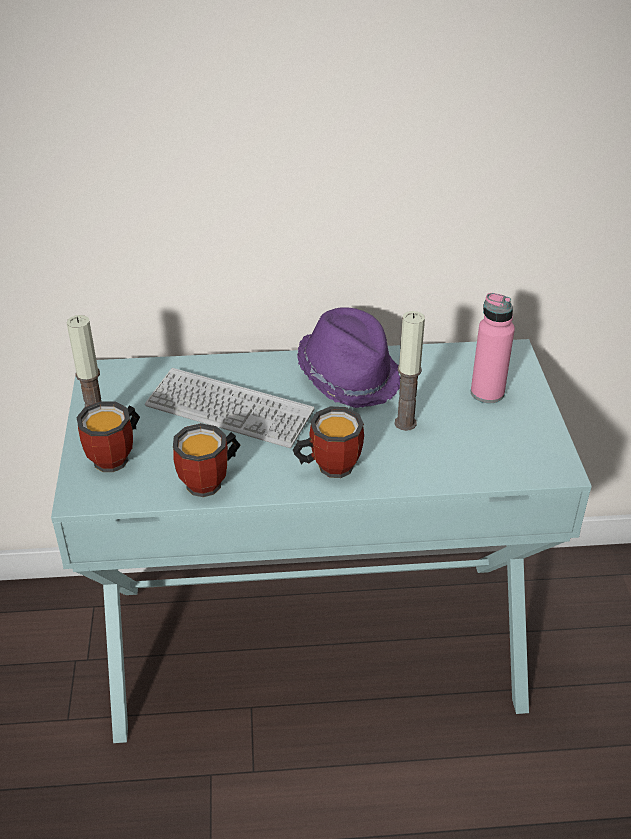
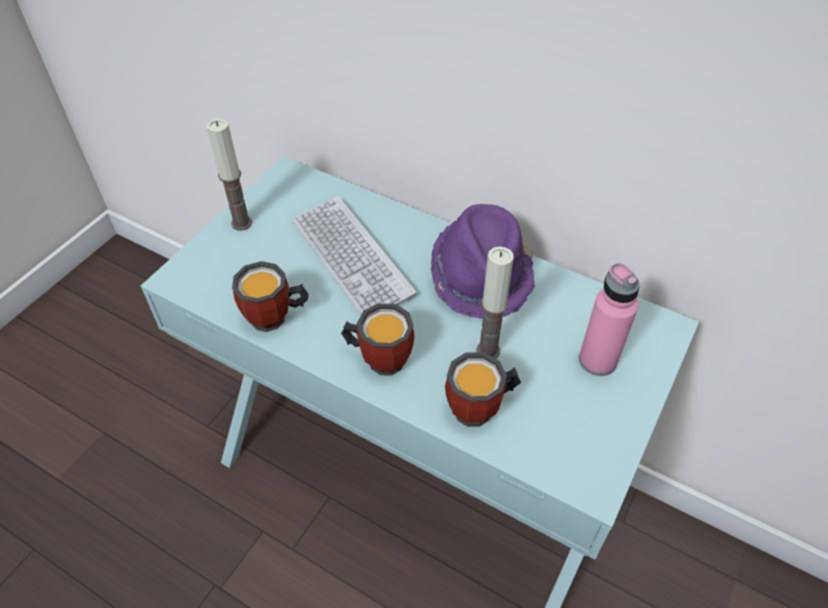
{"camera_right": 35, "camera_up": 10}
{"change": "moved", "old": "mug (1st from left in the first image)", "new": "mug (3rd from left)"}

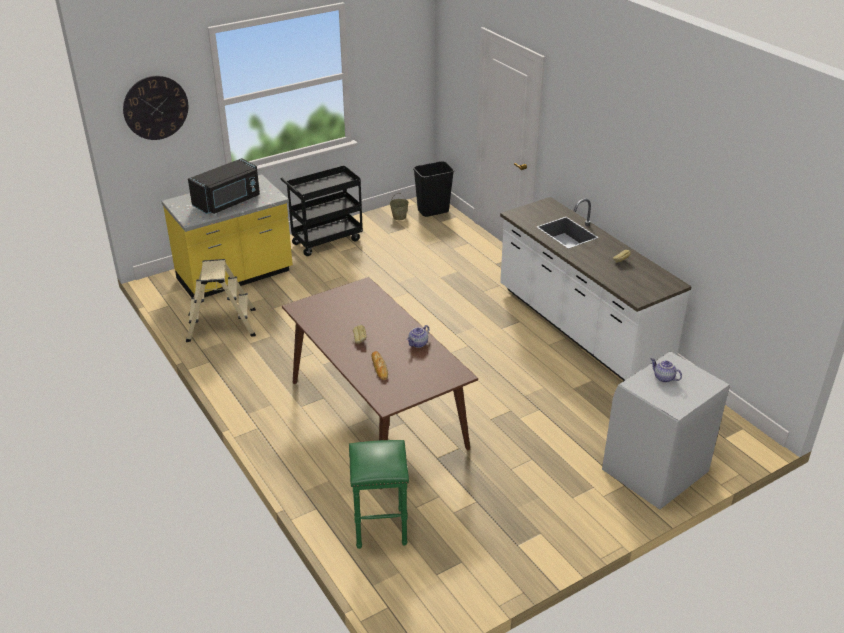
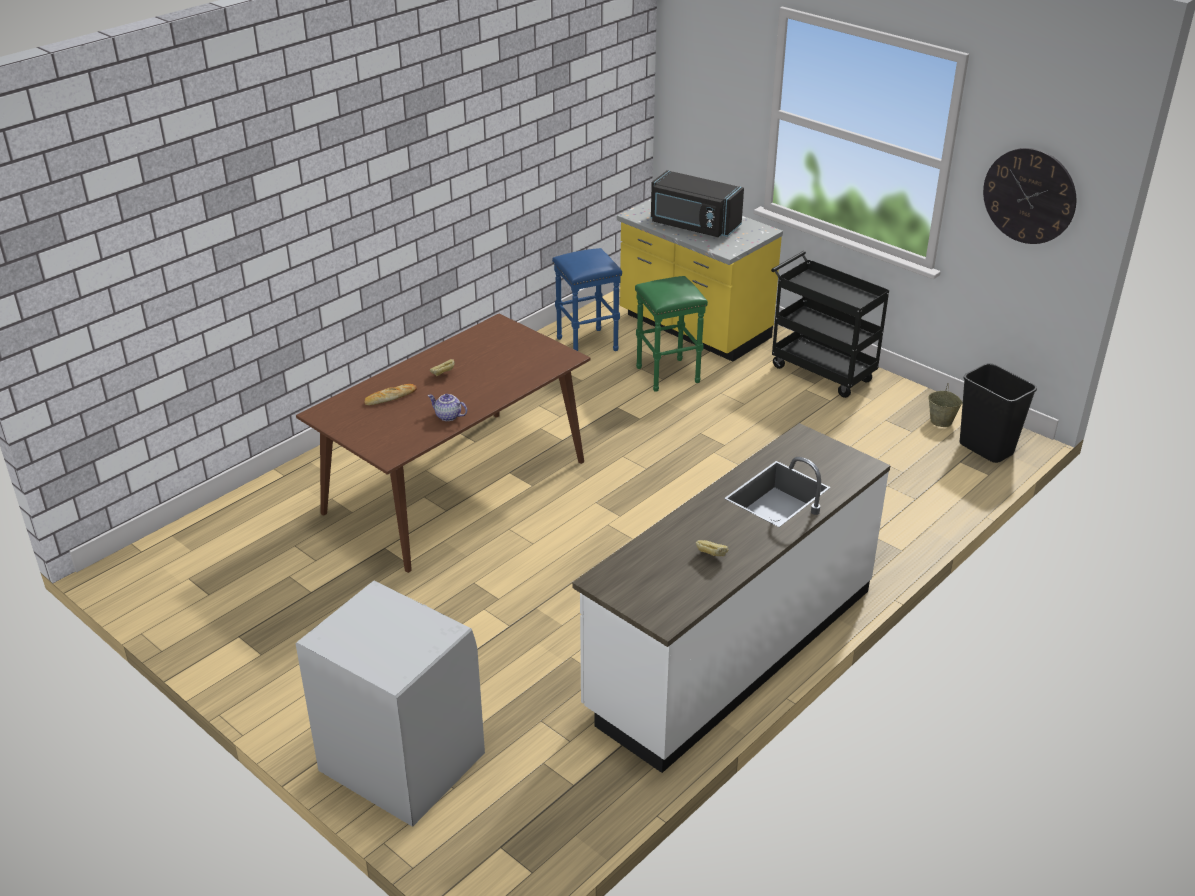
{"camera_right": 75, "camera_up": 0}
{"change": "removed", "old": "théière (2nd from left)"}
{"change": "moved", "old": "horloge murale"}
{"change": "moved", "old": "tabouret [vert]"}
{"change": "replaced", "old": "escabeau [beige]", "new": "tabouret [bleu]"}

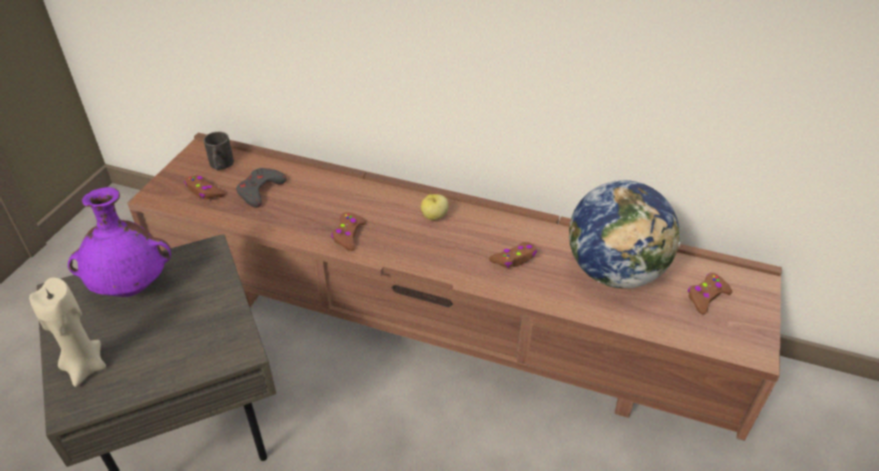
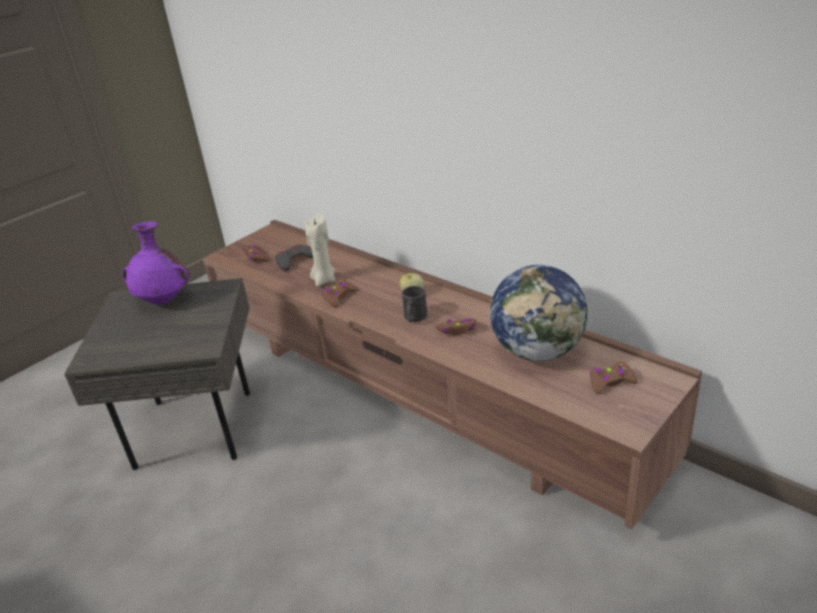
{"camera_right": 25, "camera_up": -10}
{"change": "moved", "old": "bougie [beige]"}
{"change": "moved", "old": "mug [noir]"}

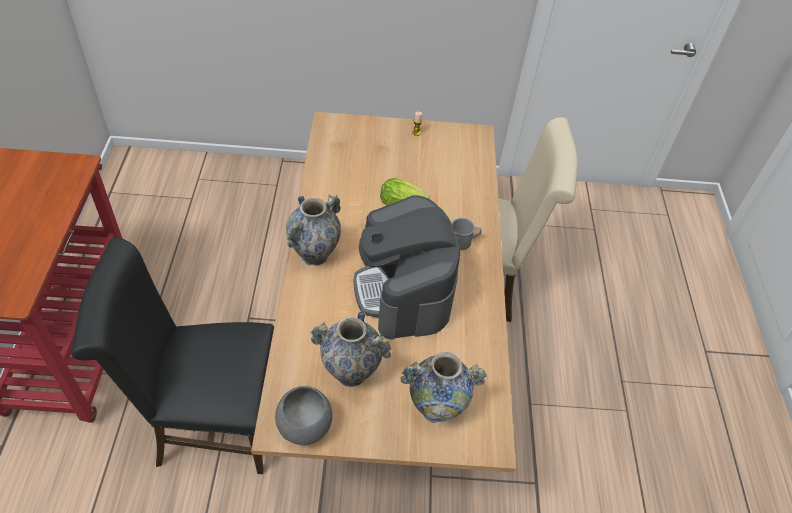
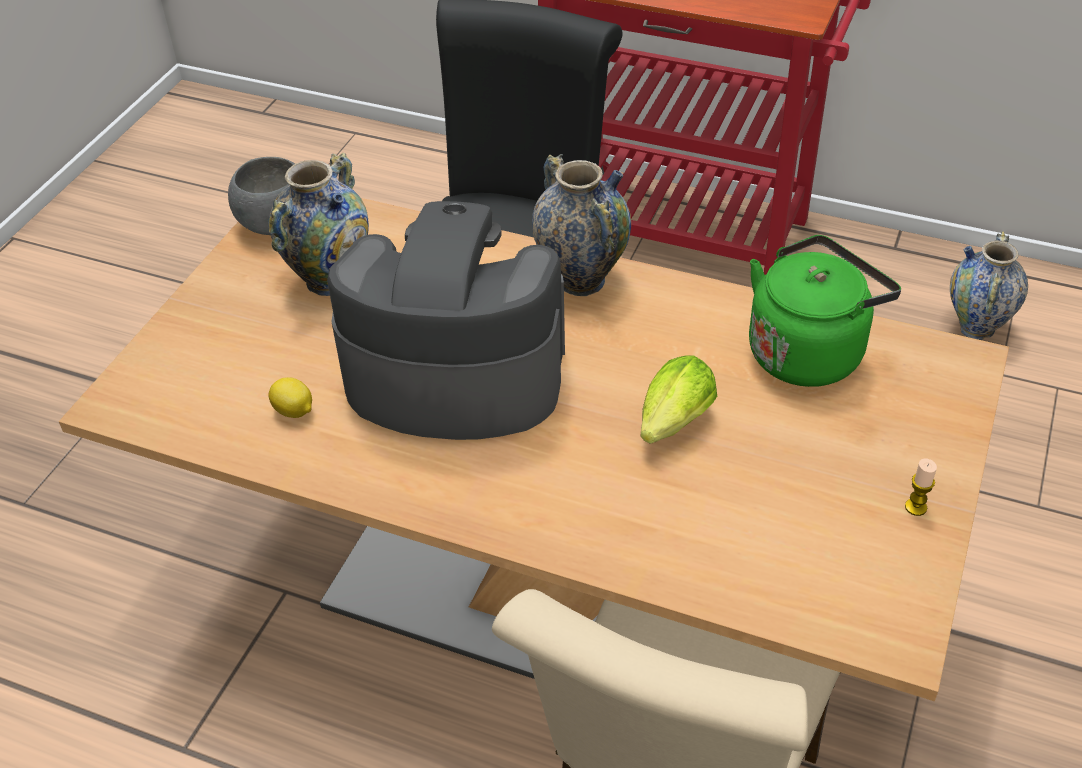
{"camera_right": 115, "camera_up": -5}
{"change": "removed", "old": "mug [gris]"}
{"change": "added", "new": "citron"}
{"change": "added", "new": "bouilloire [vert]"}
{"change": "moved", "old": "vase (3rd from left)"}

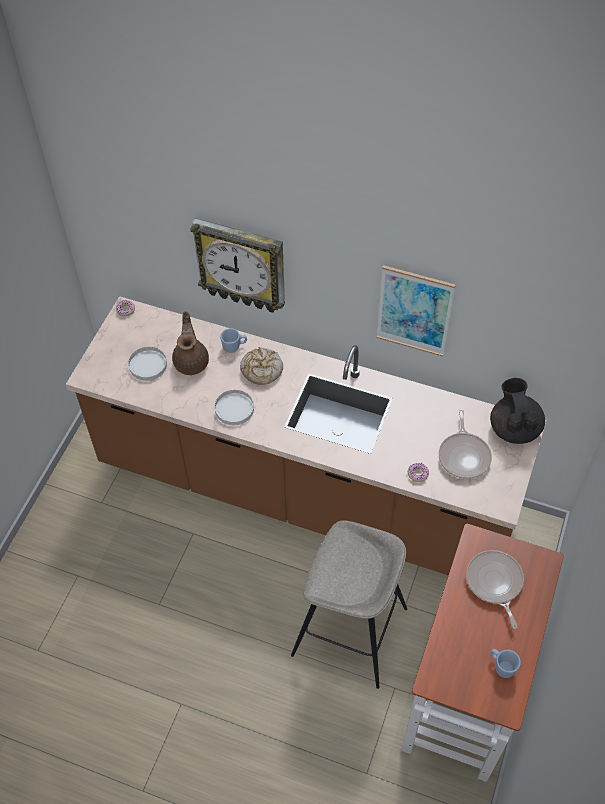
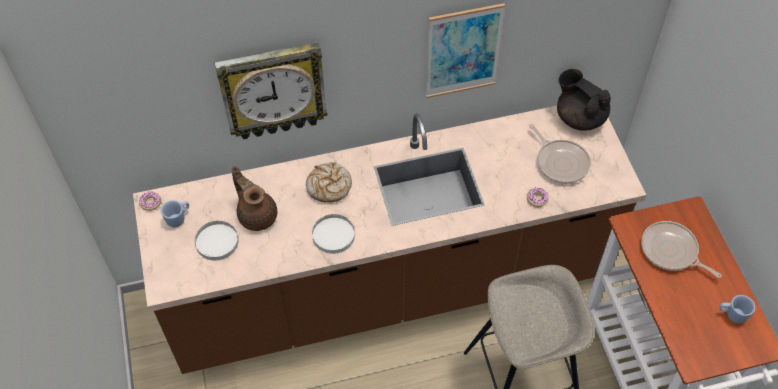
{"camera_right": -35, "camera_up": 0}
{"change": "moved", "old": "mug [bleu] (1st from left)"}

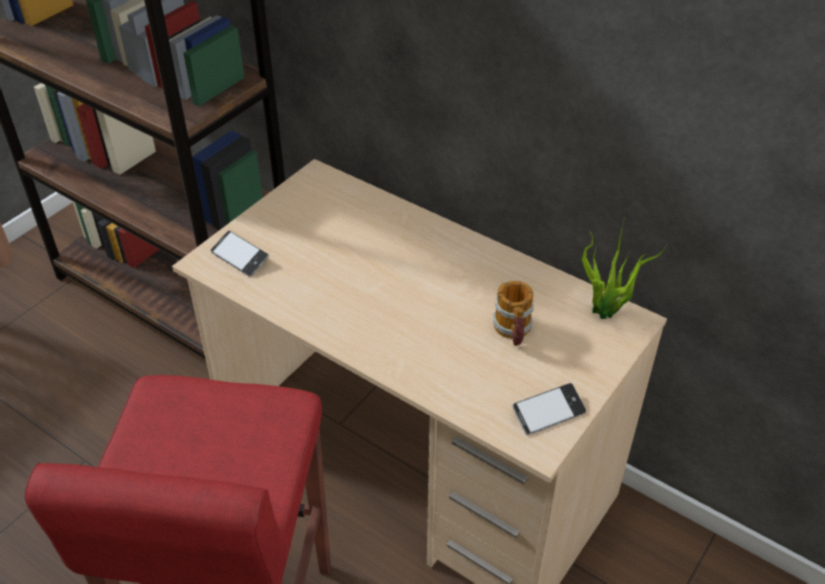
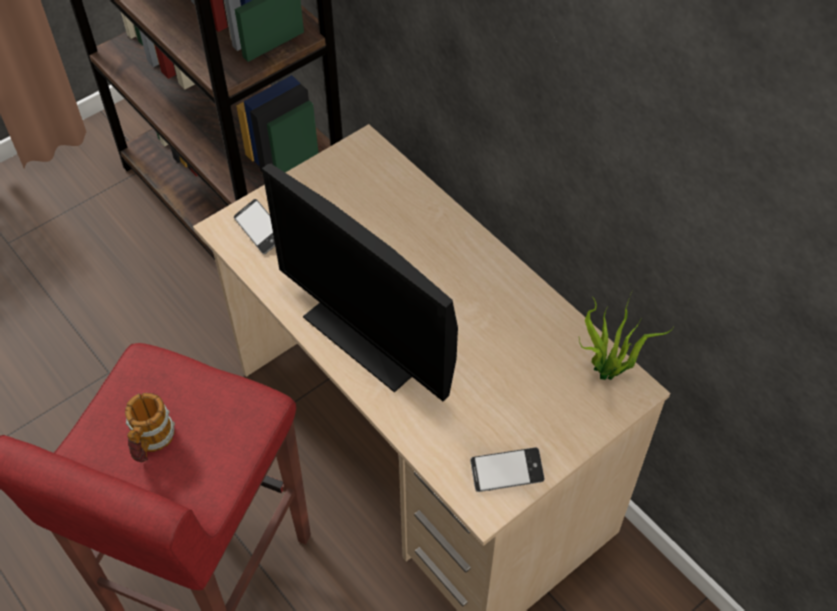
{"camera_right": 15, "camera_up": 10}
{"change": "added", "new": "écran d'ordinateur"}
{"change": "moved", "old": "mug"}

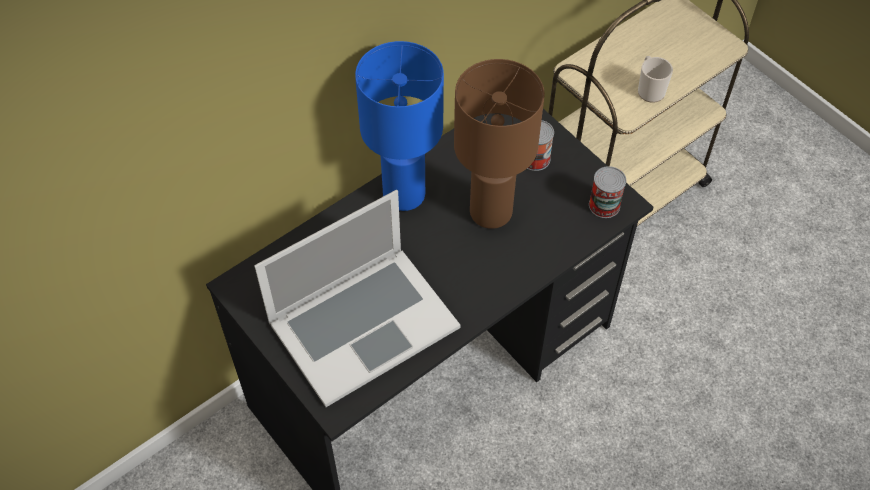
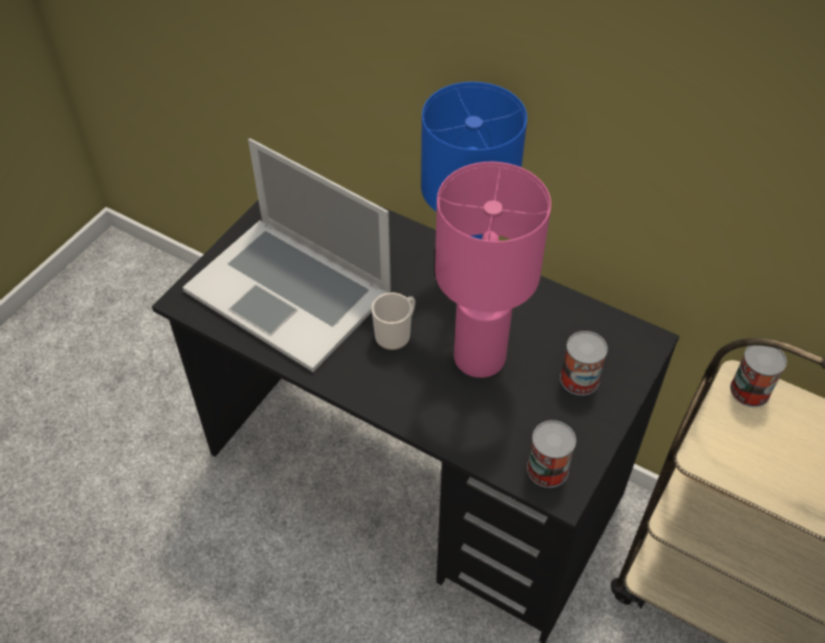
{"camera_right": 70, "camera_up": -5}
{"change": "added", "new": "boîte métallique (3rd from left)"}
{"change": "moved", "old": "mug"}
{"change": "recoloured", "old": "lampe de table [marron]", "new": "lampe de table [rose]"}

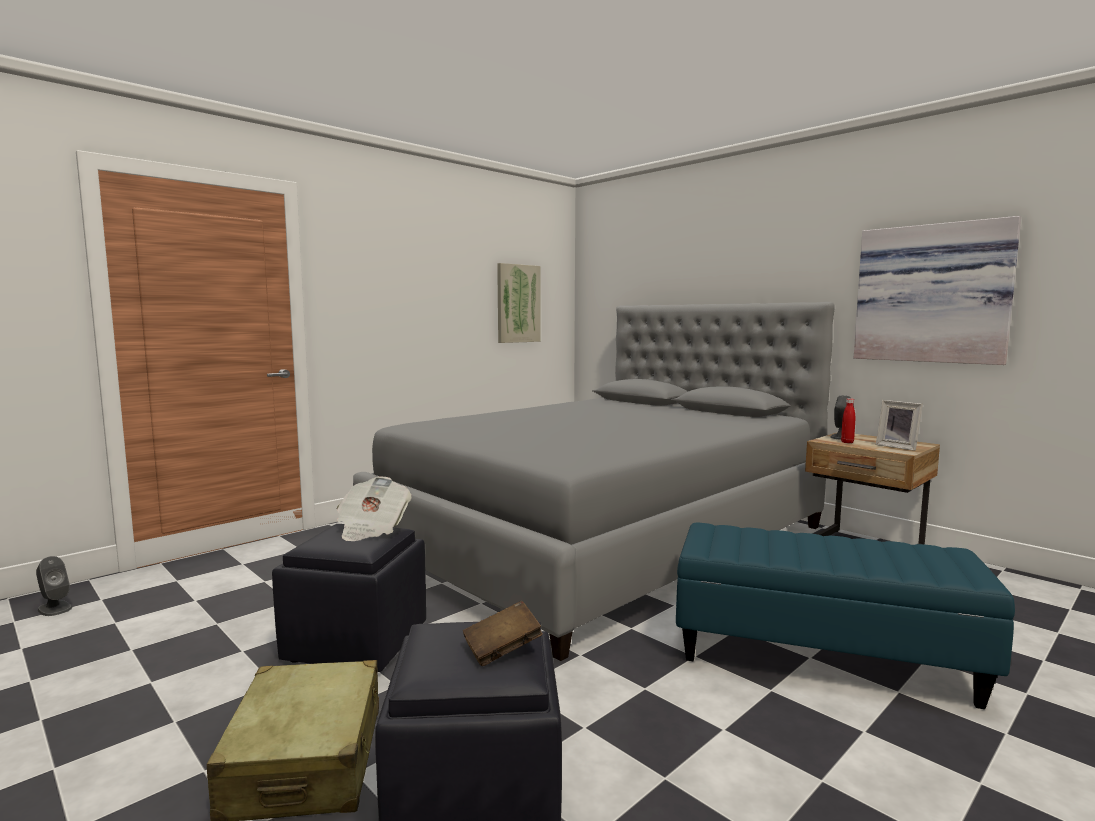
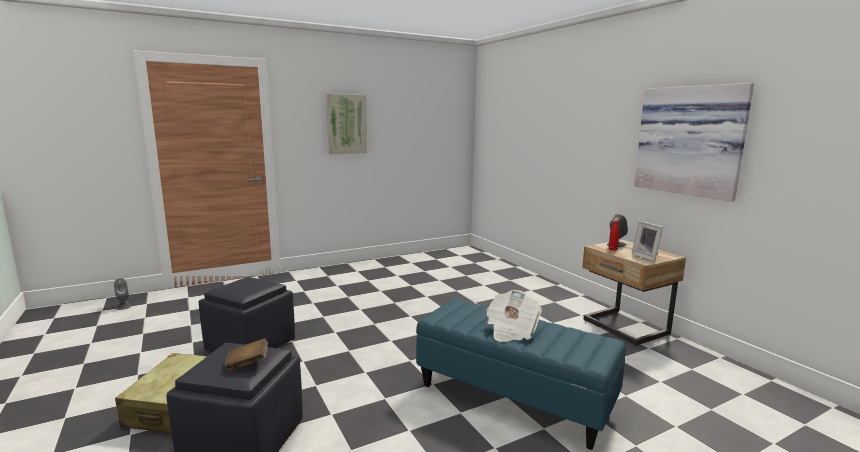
{"camera_right": 15, "camera_up": 5}
{"change": "removed", "old": "lit [gris]"}
{"change": "moved", "old": "journal"}
{"change": "moved", "old": "tableau (1st from left)"}

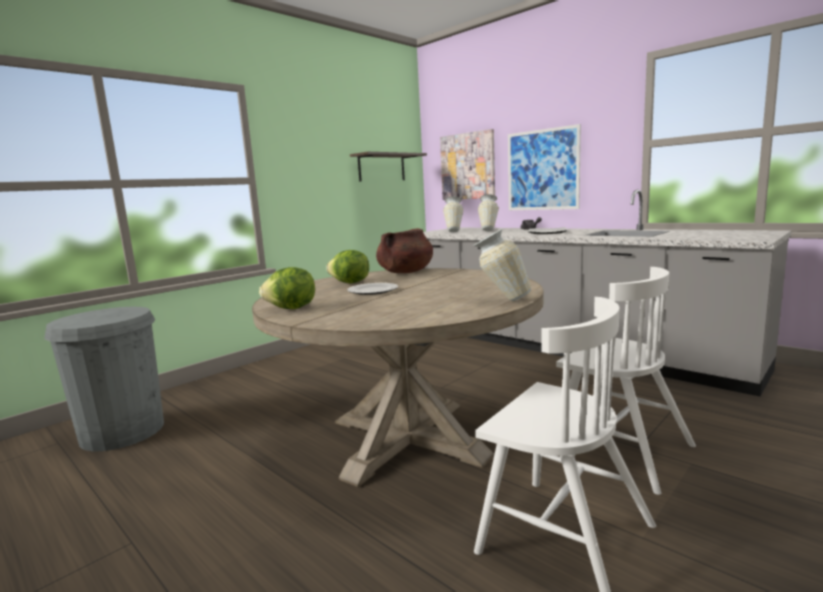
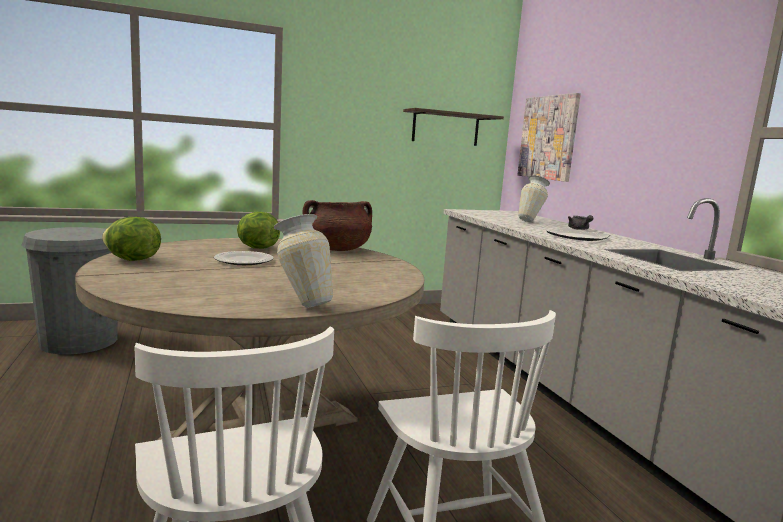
{"camera_right": 25, "camera_up": 0}
{"change": "removed", "old": "vase (1st from left)"}
{"change": "removed", "old": "tableau (2nd from left)"}

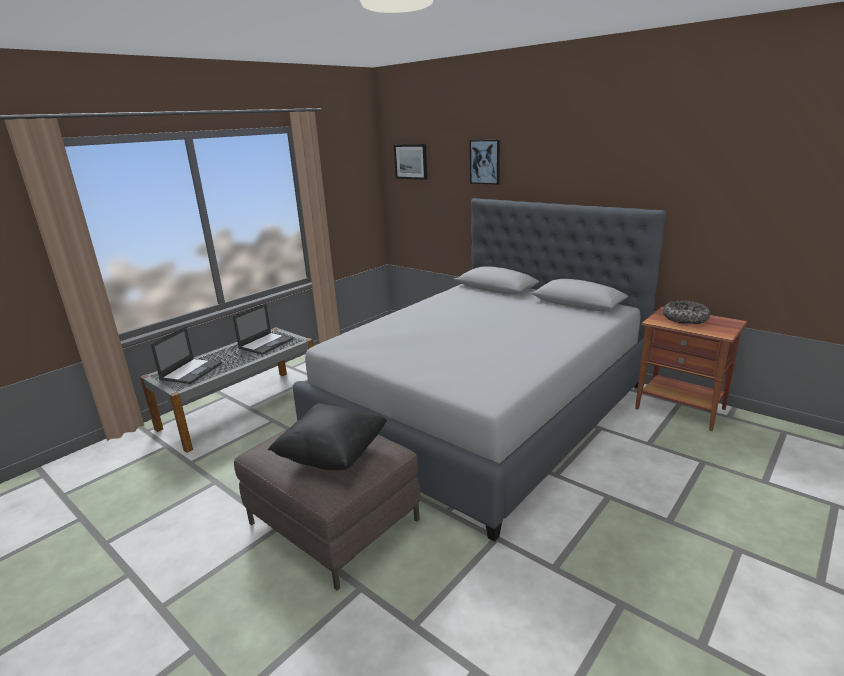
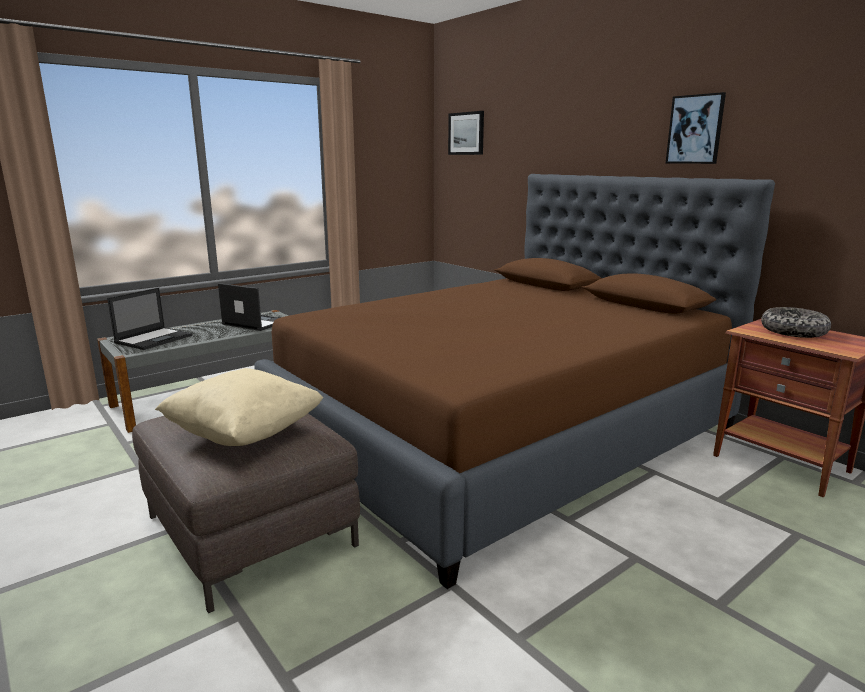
{"camera_right": 10, "camera_up": -5}
{"change": "moved", "old": "tableau (2nd from left)"}
{"change": "recoloured", "old": "coussin [noir]", "new": "coussin [beige]"}
{"change": "recoloured", "old": "lit [gris]", "new": "lit [marron]"}
{"change": "turned", "old": "ordinateur portable (2nd from left)", "degrees": -105}

